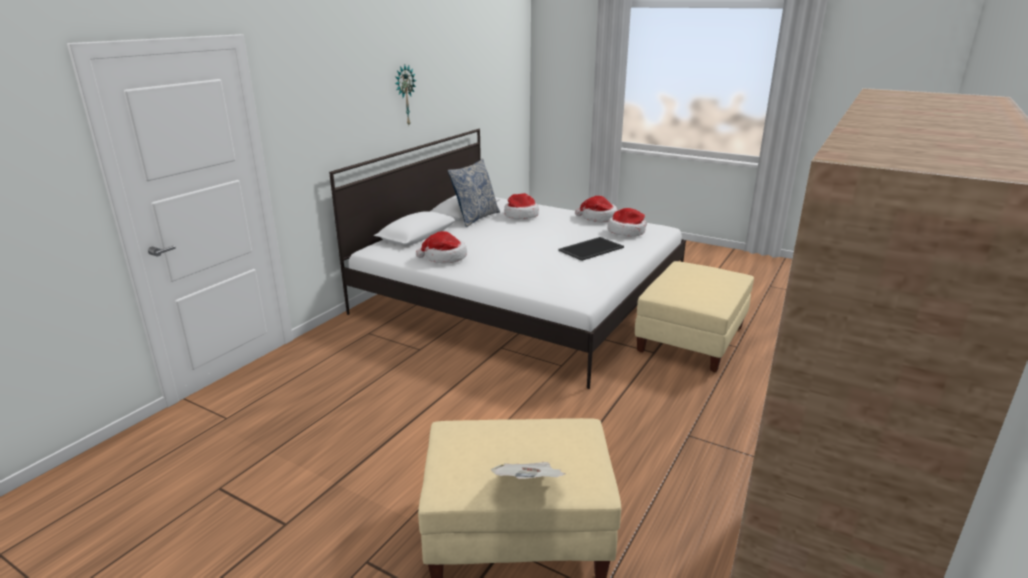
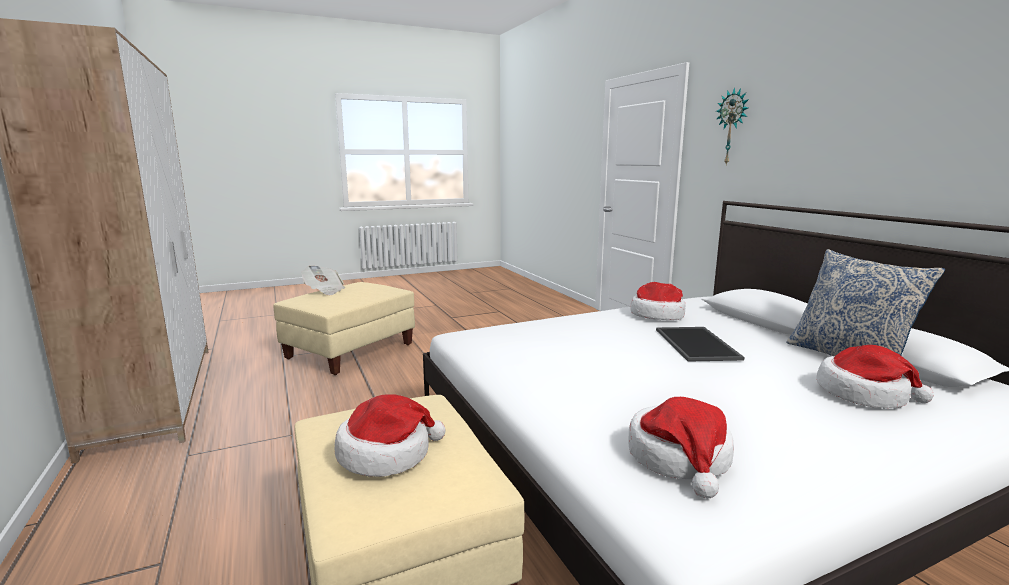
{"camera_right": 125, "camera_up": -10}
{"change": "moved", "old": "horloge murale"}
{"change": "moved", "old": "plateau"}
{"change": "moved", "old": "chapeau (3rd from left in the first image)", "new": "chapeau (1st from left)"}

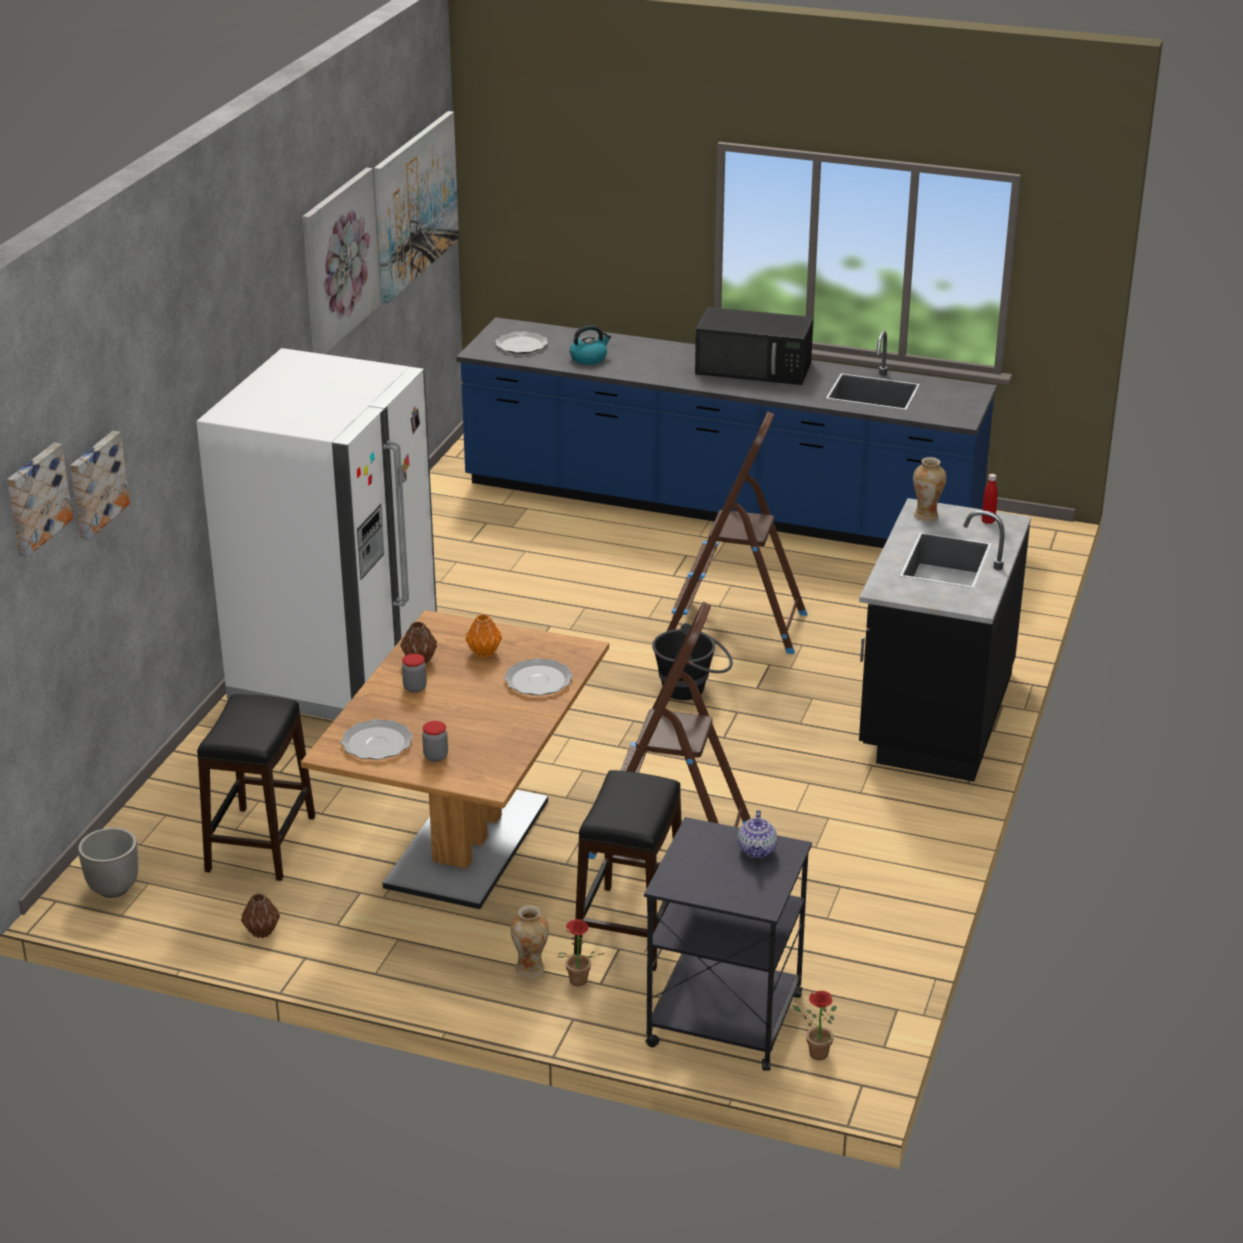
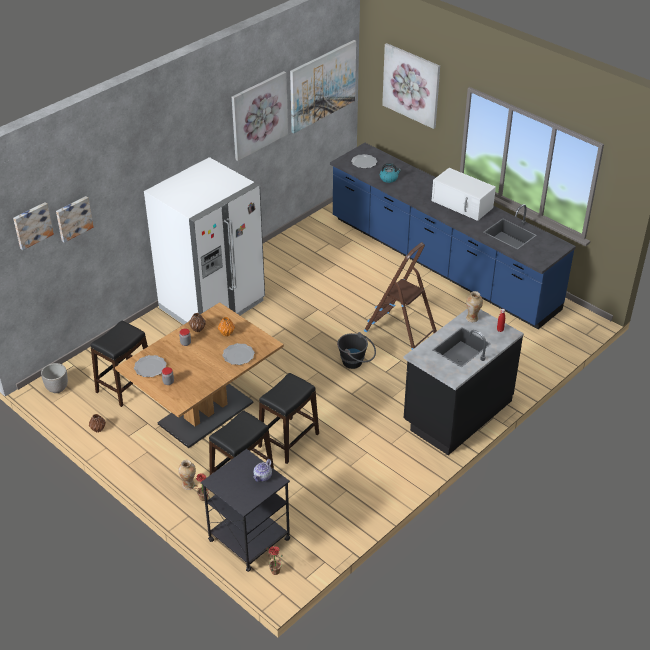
{"camera_right": 25, "camera_up": 10}
{"change": "added", "new": "tableau (5th from left)"}
{"change": "replaced", "old": "escabeau [marron] (1st from left)", "new": "tabouret [noir] (3rd from left)"}
{"change": "recoloured", "old": "micro-ondes [noir]", "new": "micro-ondes [blanc]"}

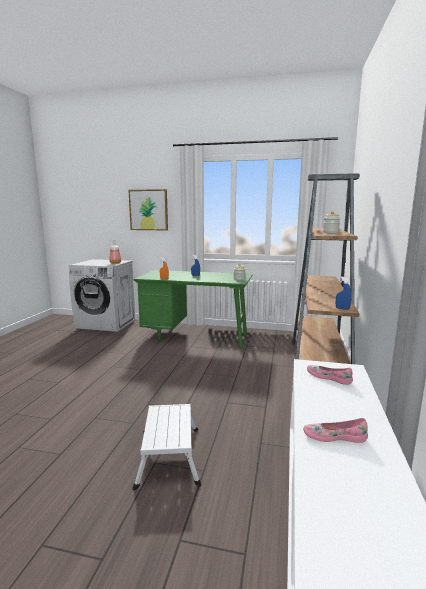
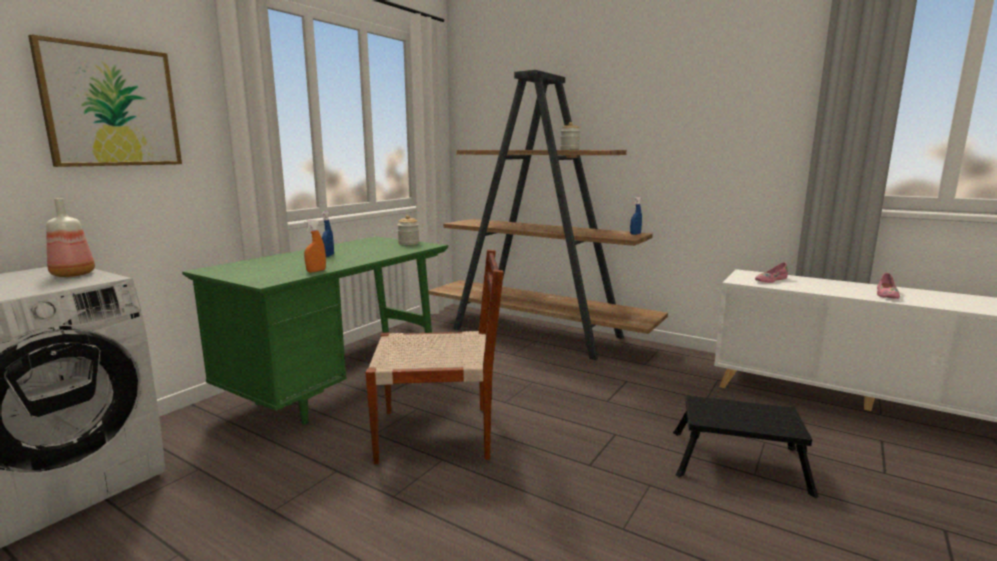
{"camera_right": -70, "camera_up": 0}
{"change": "added", "new": "chaise"}
{"change": "recoloured", "old": "escabeau [blanc]", "new": "escabeau [noir]"}

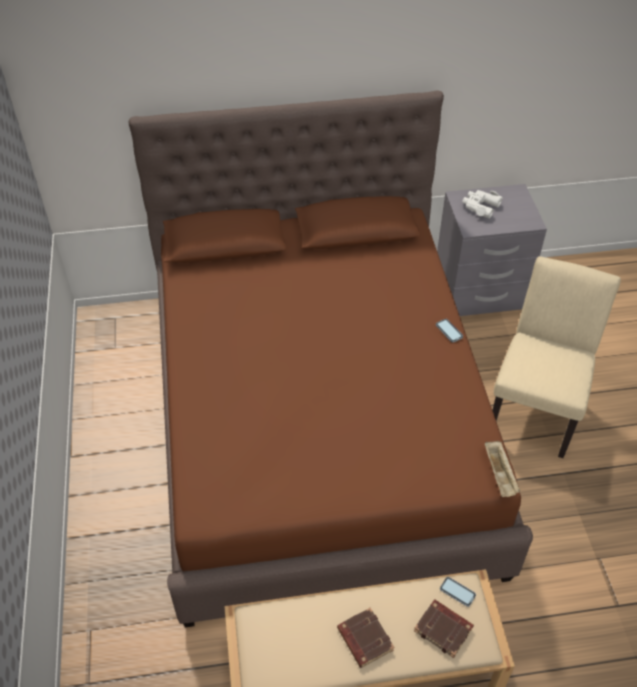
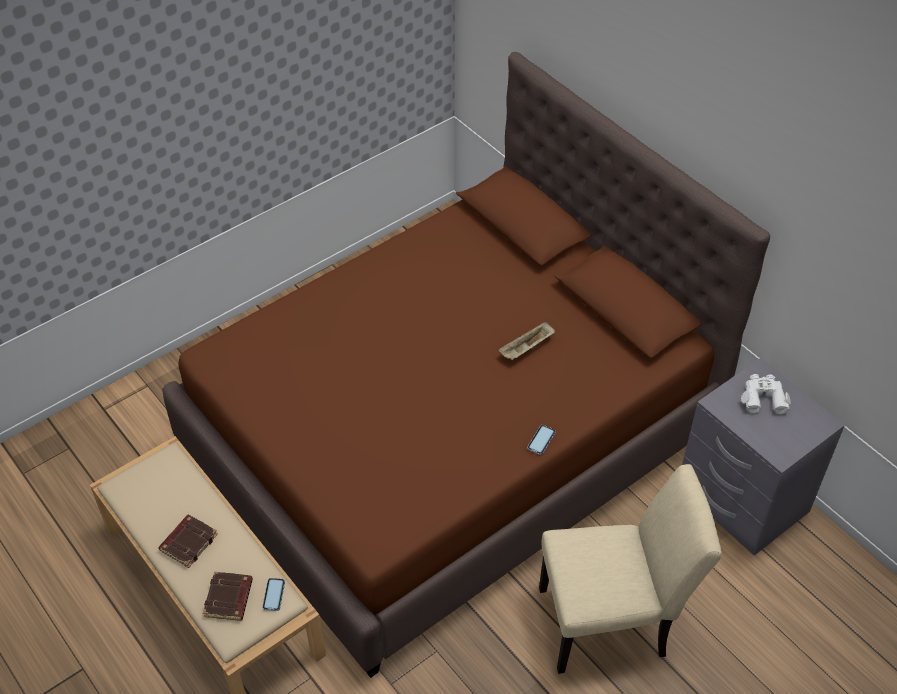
{"camera_right": 60, "camera_up": 0}
{"change": "moved", "old": "plateau [beige]"}

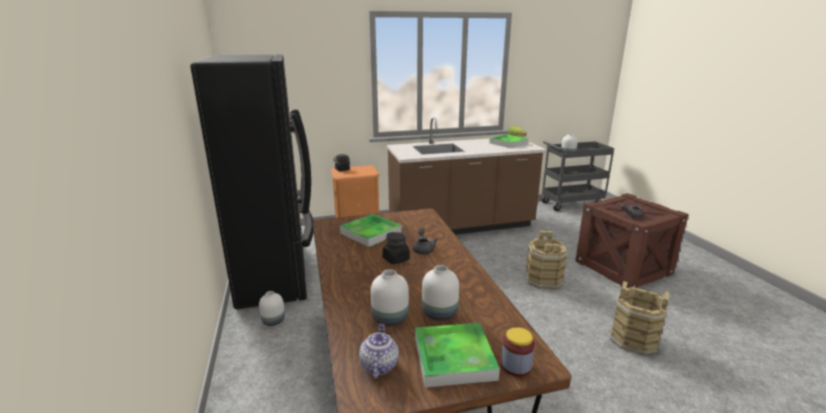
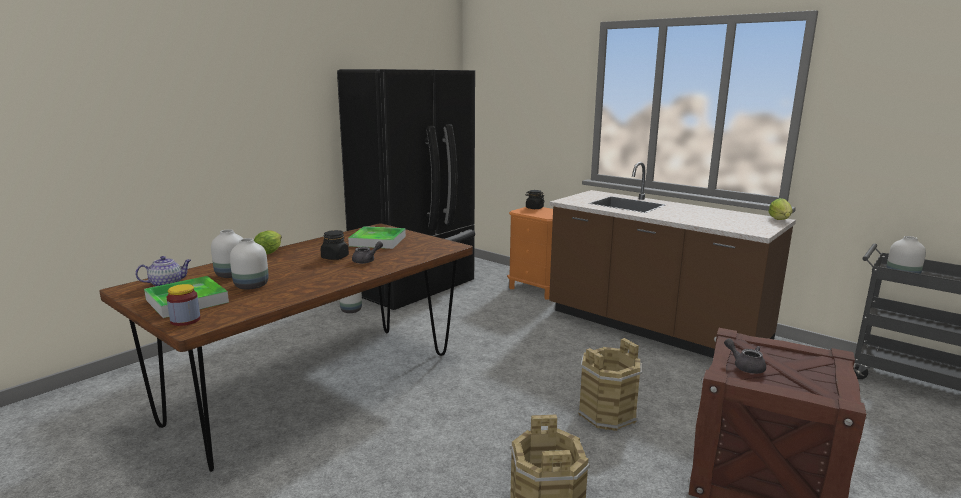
{"camera_right": 55, "camera_up": -5}
{"change": "removed", "old": "plateau (3rd from left)"}
{"change": "added", "new": "laitue (1st from left)"}

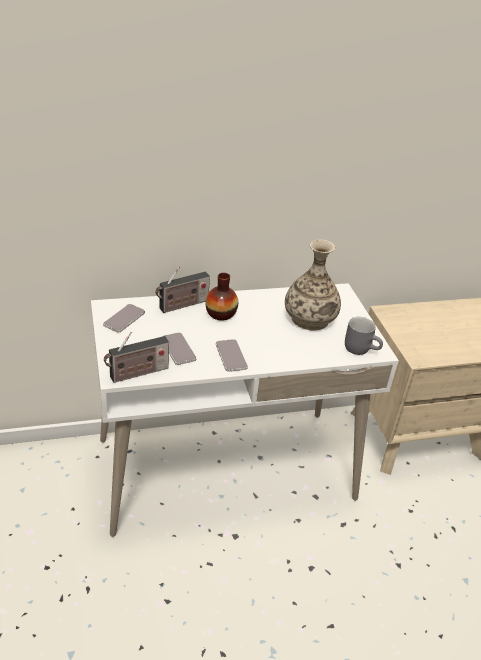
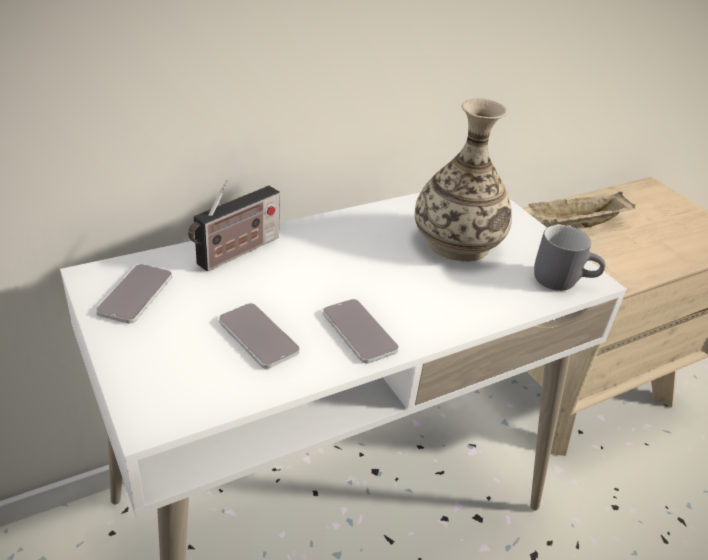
{"camera_right": -15, "camera_up": 0}
{"change": "removed", "old": "radio (1st from left)"}
{"change": "removed", "old": "vase (1st from left)"}
{"change": "added", "new": "plateau [beige]"}

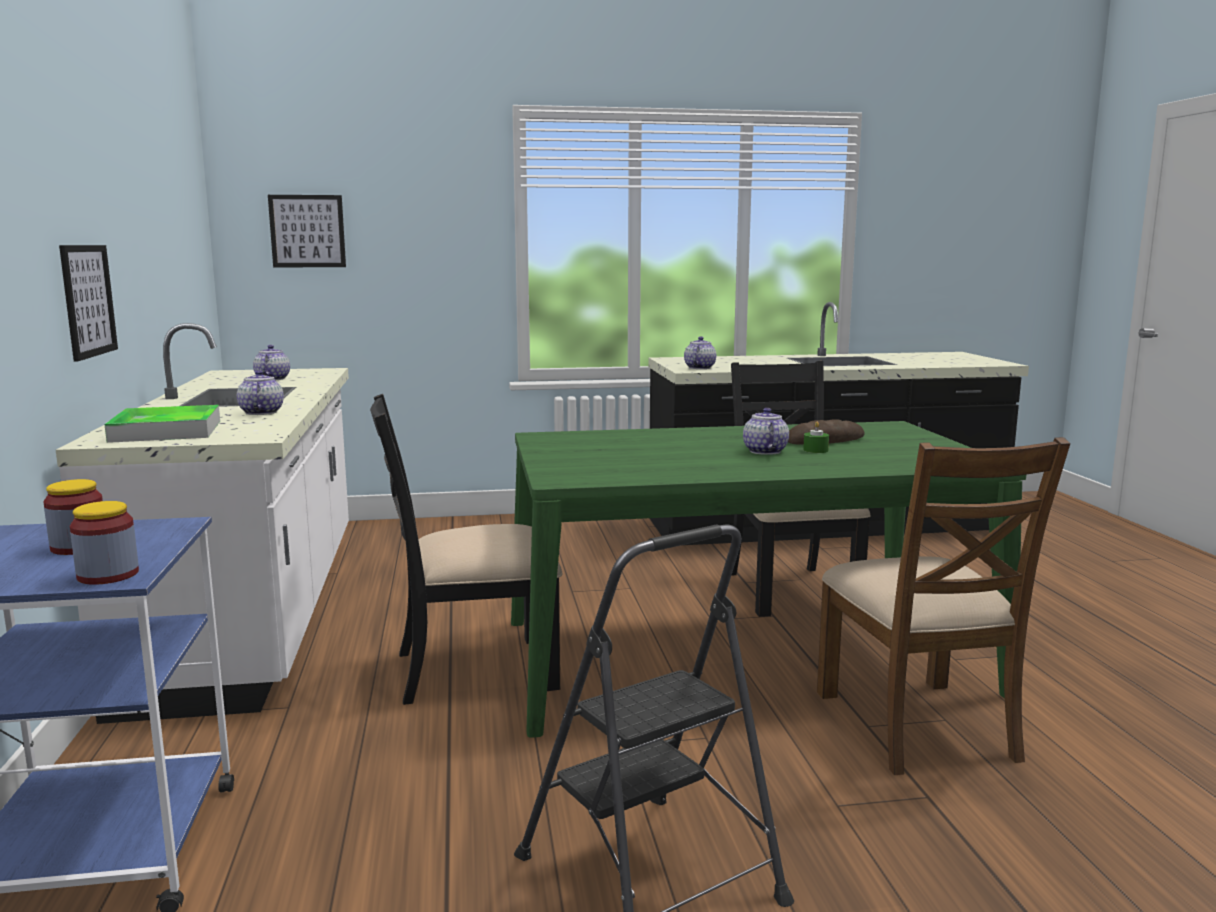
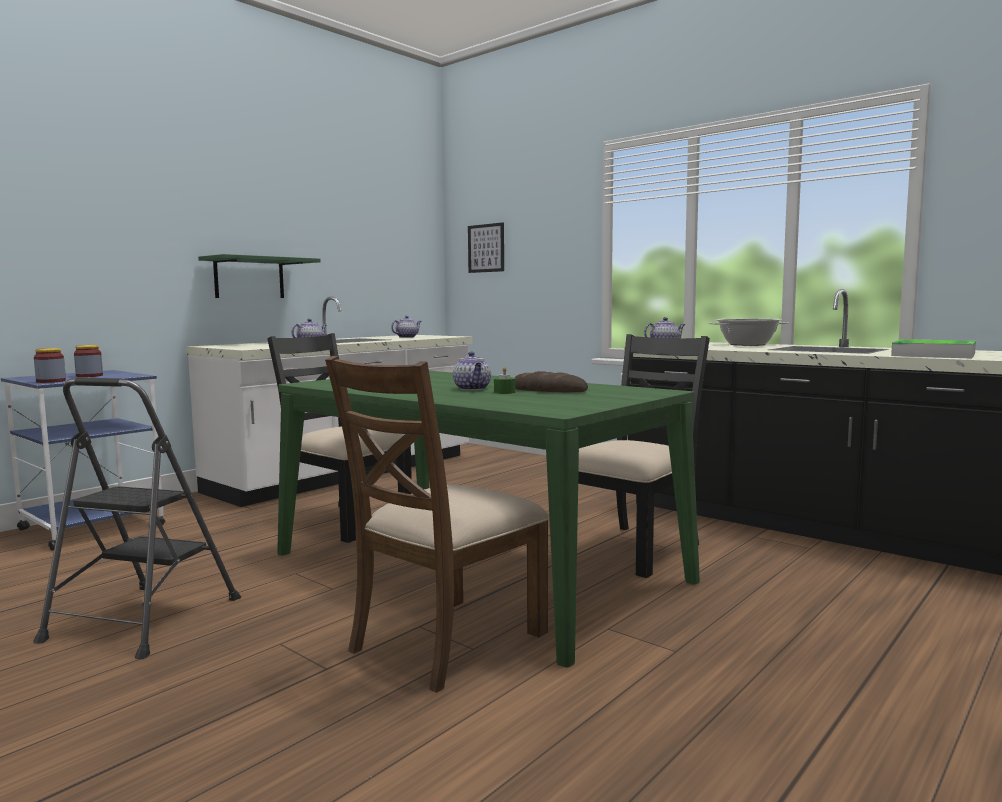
{"camera_right": 50, "camera_up": -5}
{"change": "added", "new": "marmite"}
{"change": "moved", "old": "plateau"}
{"change": "replaced", "old": "tableau (1st from left)", "new": "étagère [vert]"}
{"change": "turned", "old": "théière (4th from left in the first image)", "degrees": 120}

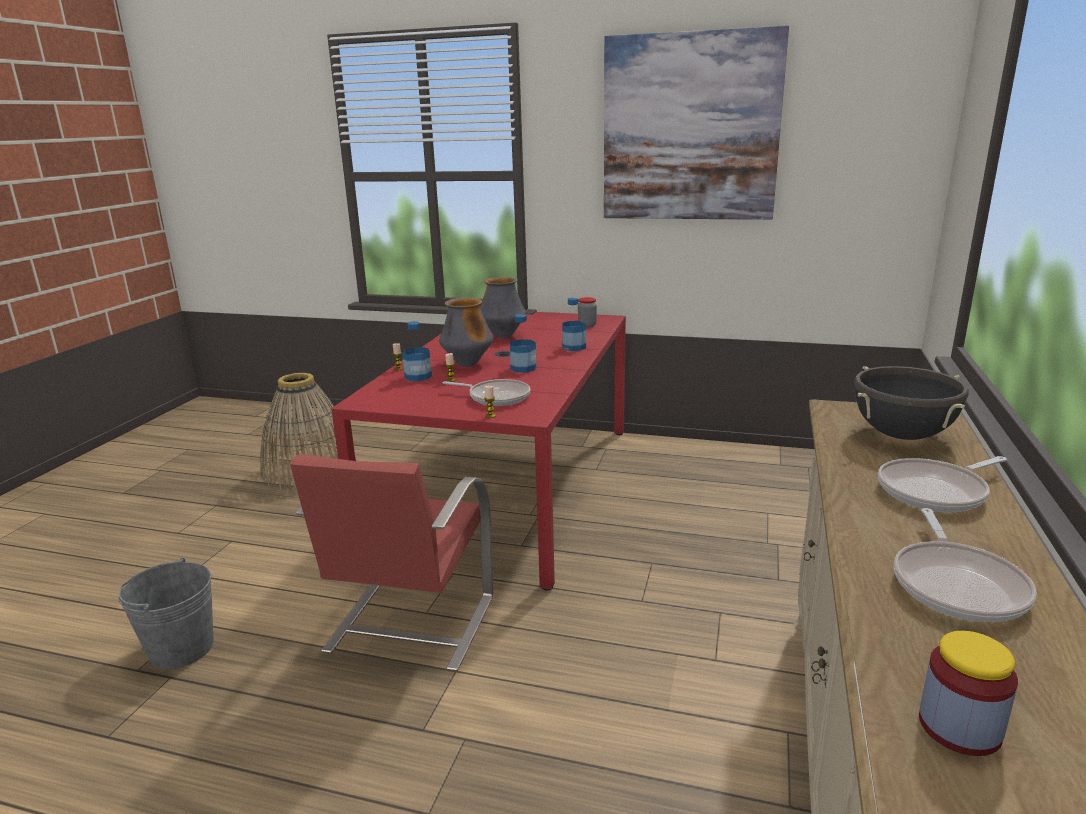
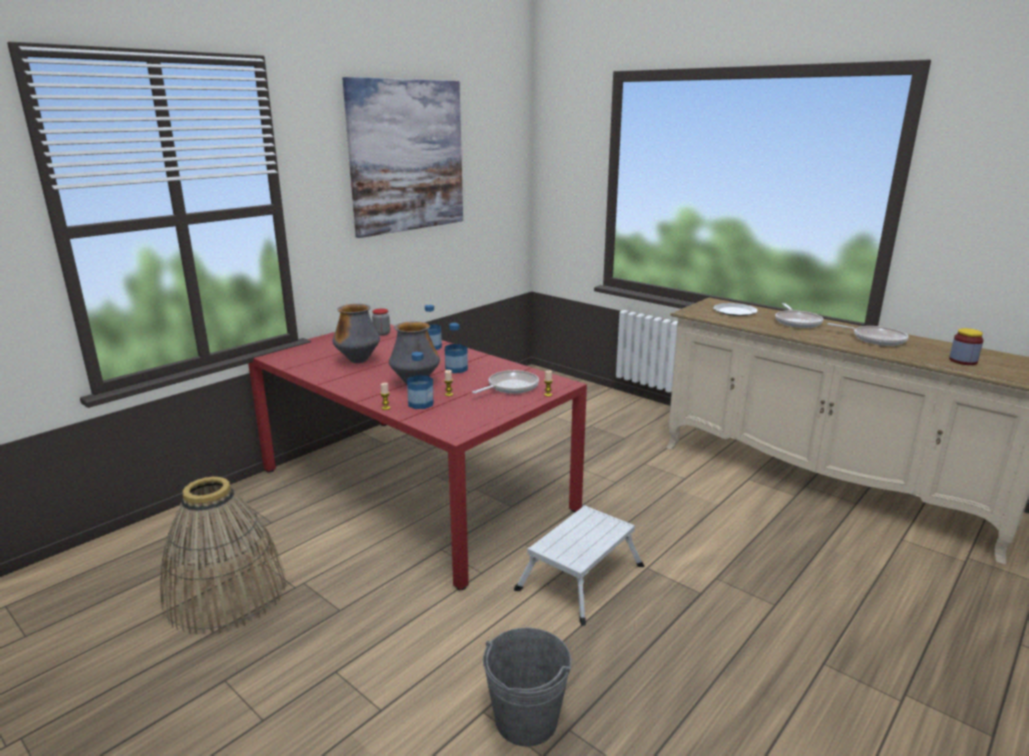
{"camera_right": -65, "camera_up": 0}
{"change": "replaced", "old": "chaise [rouge]", "new": "escabeau [blanc]"}
{"change": "replaced", "old": "marmite [noir]", "new": "assiette"}

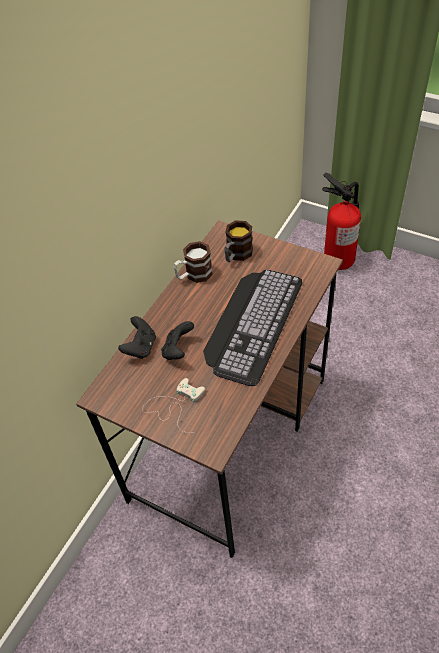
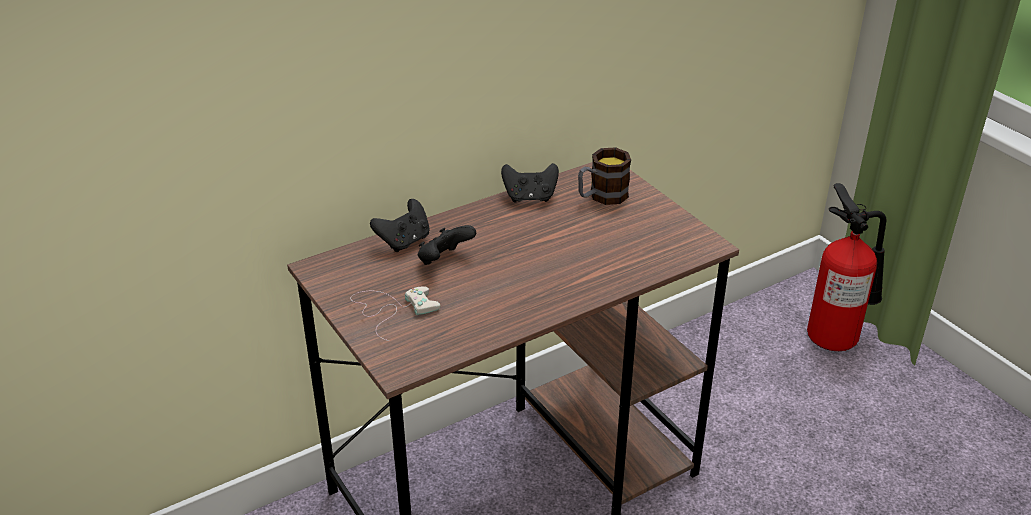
{"camera_right": 25, "camera_up": -15}
{"change": "removed", "old": "clavier"}
{"change": "replaced", "old": "mug (1st from left)", "new": "manette [noir] (3rd from left)"}

